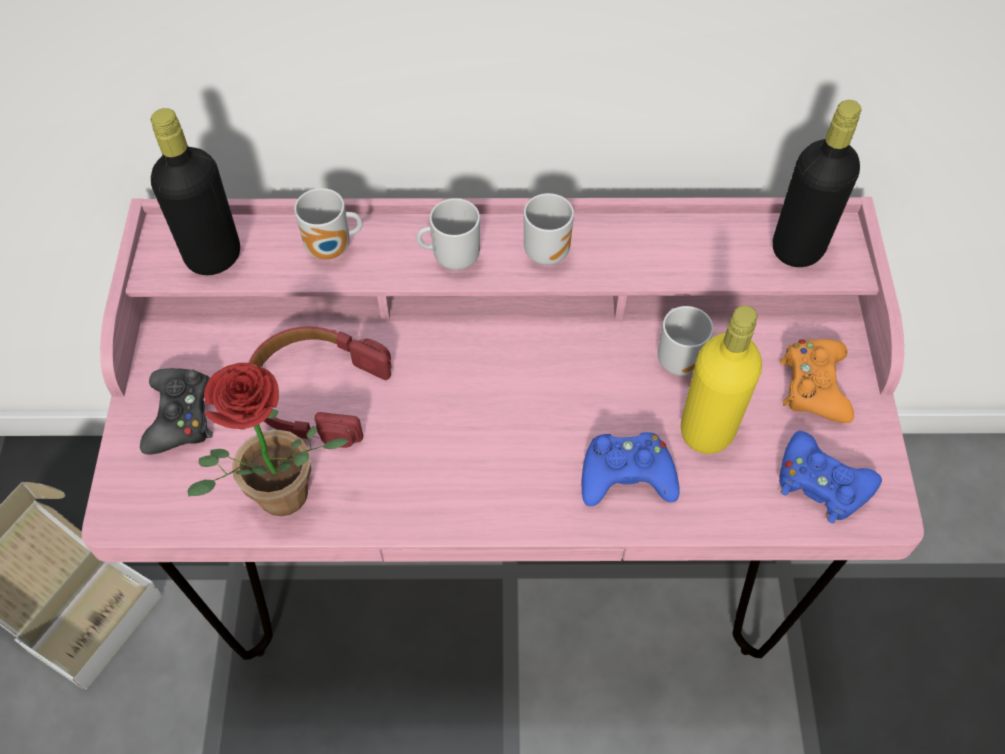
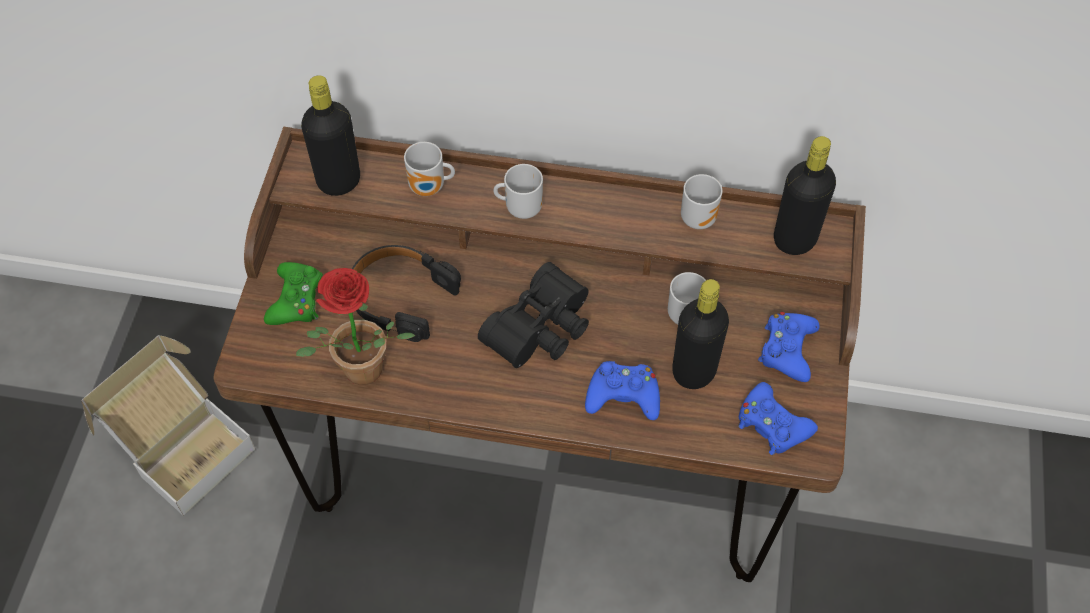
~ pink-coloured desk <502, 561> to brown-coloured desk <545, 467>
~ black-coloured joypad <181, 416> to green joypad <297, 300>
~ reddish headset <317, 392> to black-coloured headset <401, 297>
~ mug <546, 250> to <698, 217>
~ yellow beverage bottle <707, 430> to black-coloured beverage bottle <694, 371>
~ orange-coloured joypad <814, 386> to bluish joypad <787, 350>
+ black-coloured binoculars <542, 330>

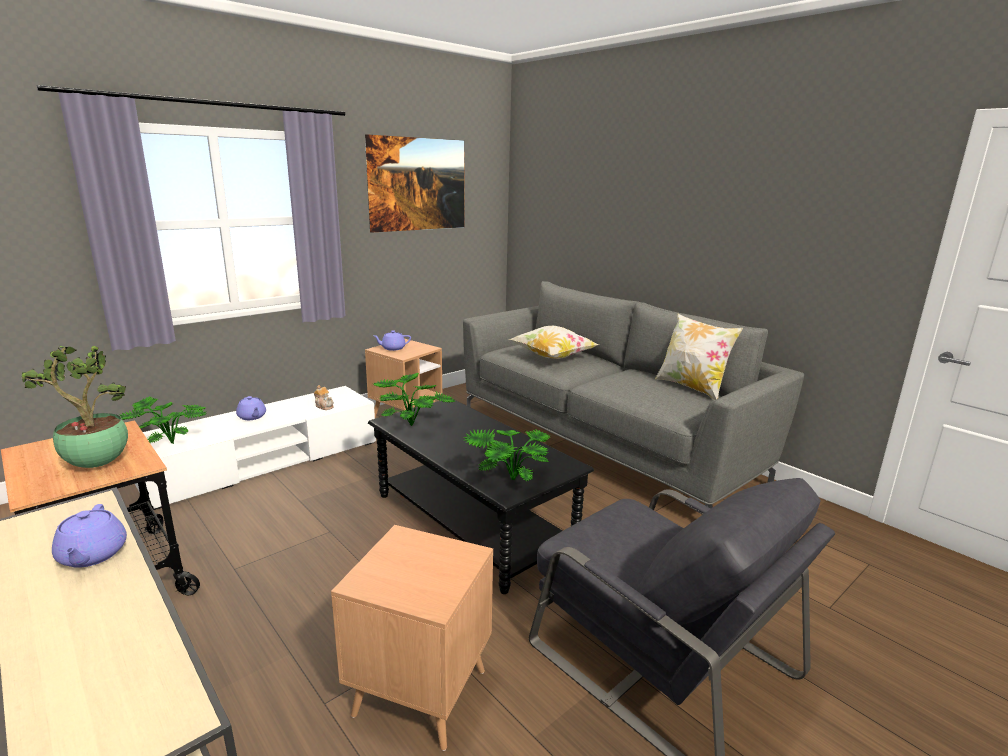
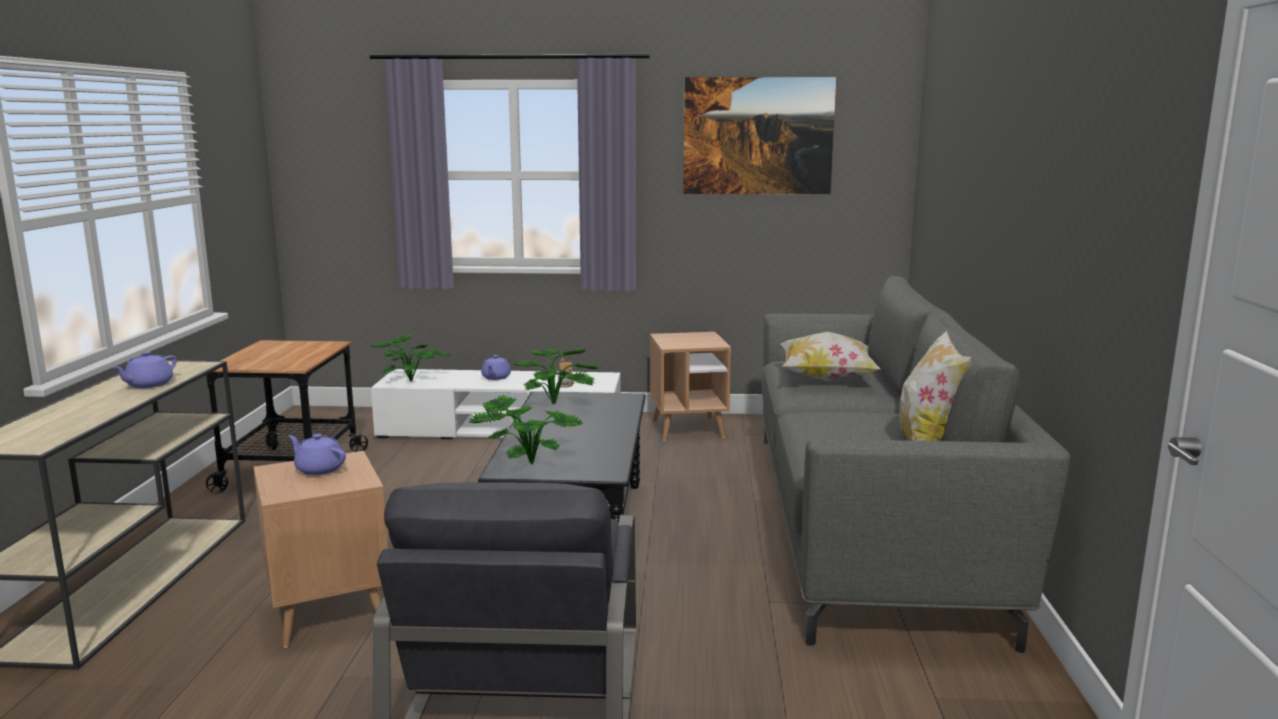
- houseplant <95, 464>
~ purple-coloured pot for tea <392, 348> to <319, 469>

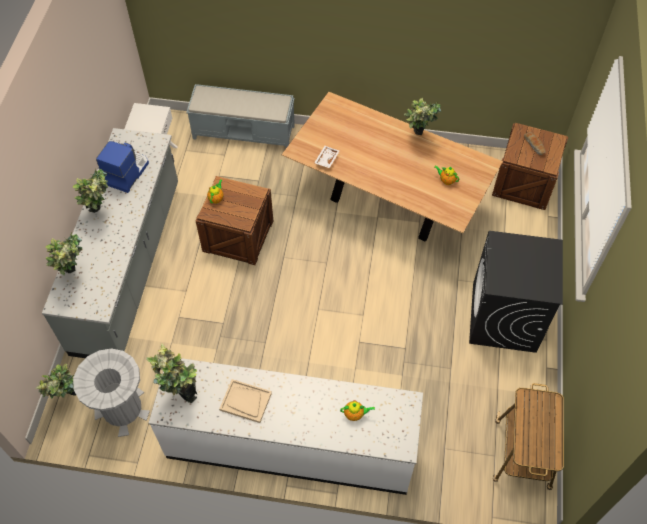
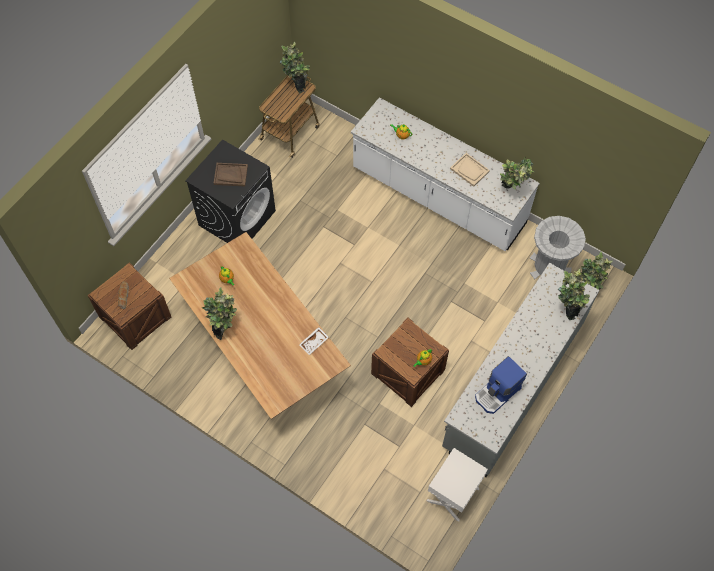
~ houseplant <102, 215> to <296, 85>
- greyish bench <244, 132>
+ brown-coloured tray <230, 175>

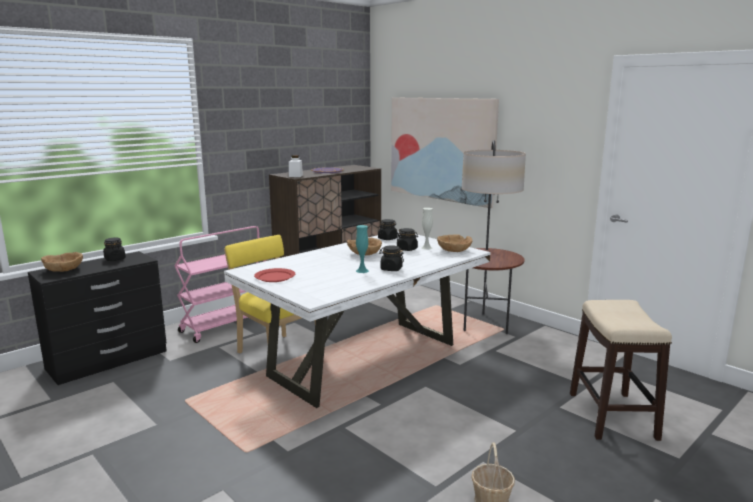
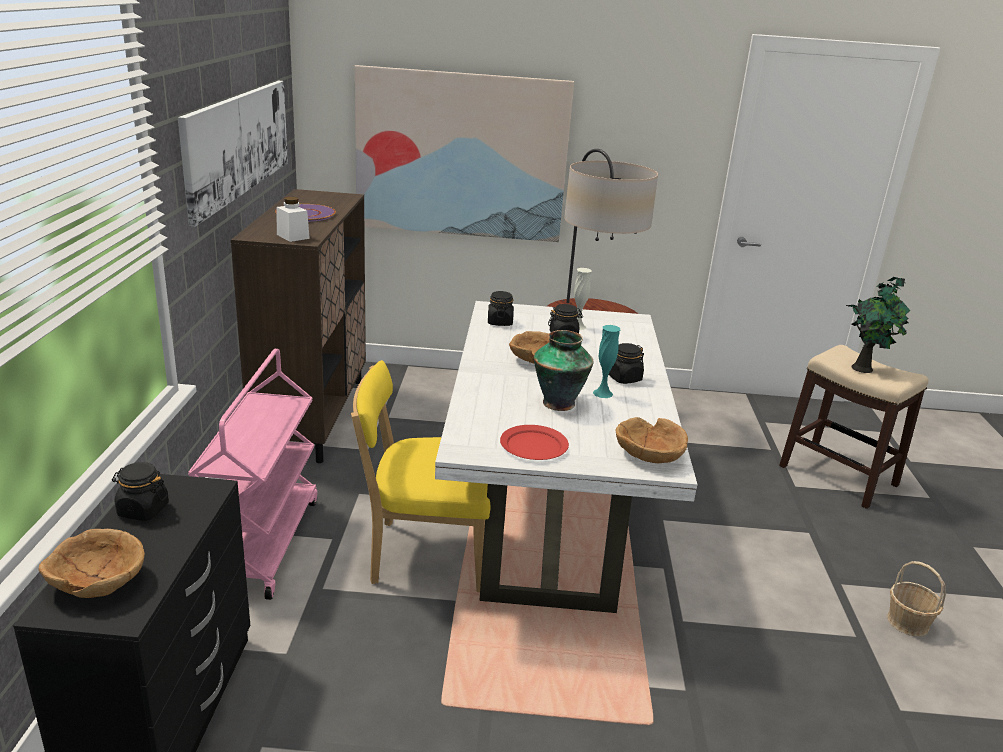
~ brown-coloured deep dish <453, 250> to <650, 455>
+ wall picture <238, 144>
+ decorative vase <559, 402>
+ houseplant <864, 368>

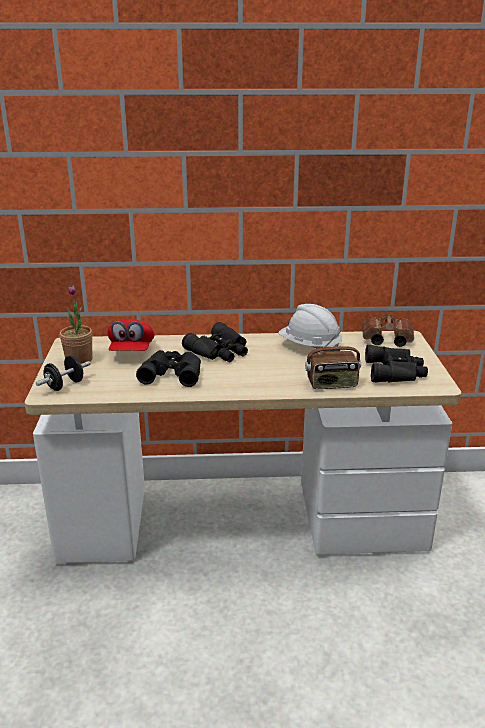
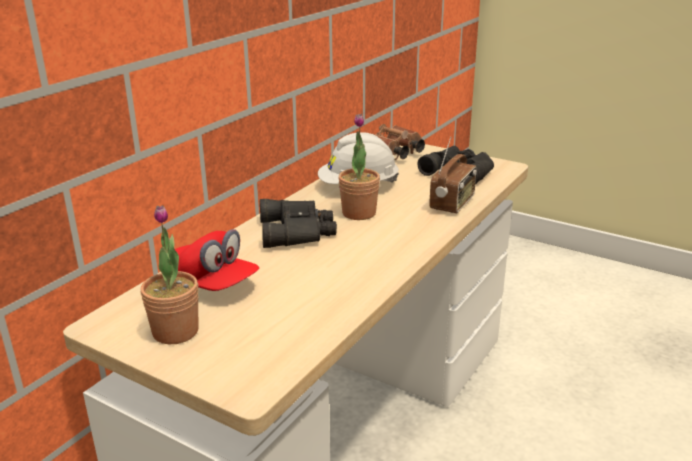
- black-coloured dumbbell <65, 385>
- black-coloured binoculars <172, 373>
+ houseplant <359, 213>

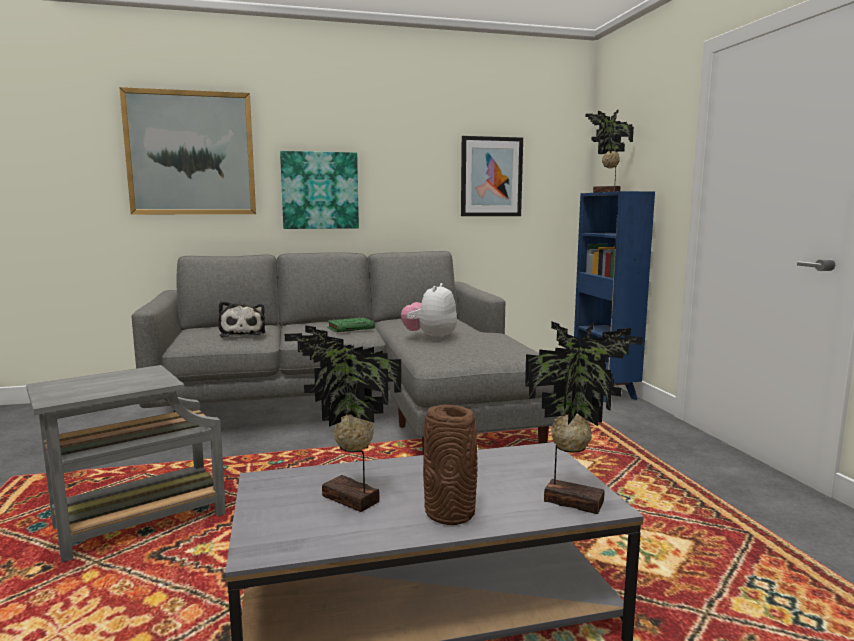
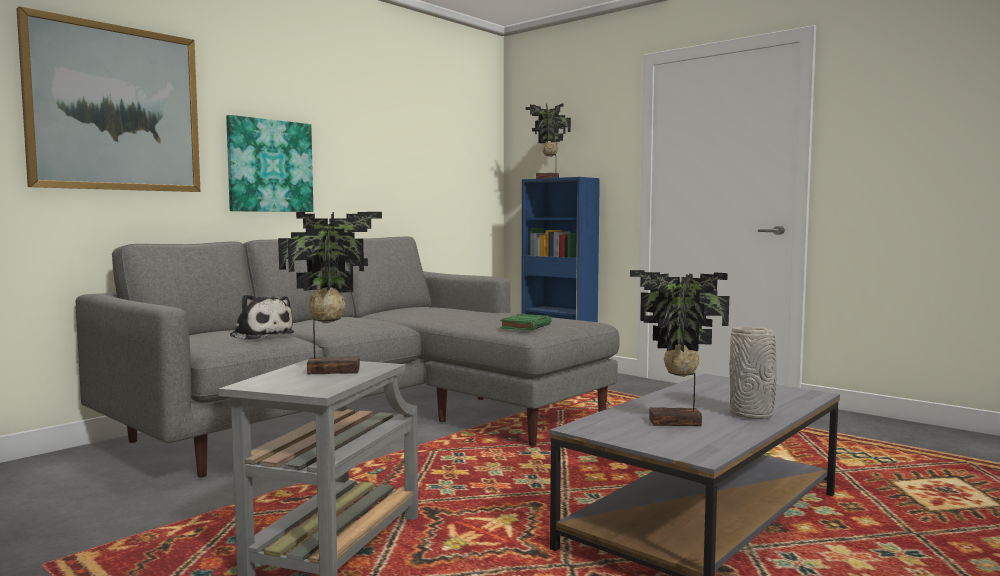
~ green book <351, 328> to <526, 326>
- cuddly toy <430, 338>
~ brown-coloured decorative vase <450, 514> to greyish decorative vase <752, 415>
- wall picture <491, 177>
~ houseplant <573, 500> to <333, 370>

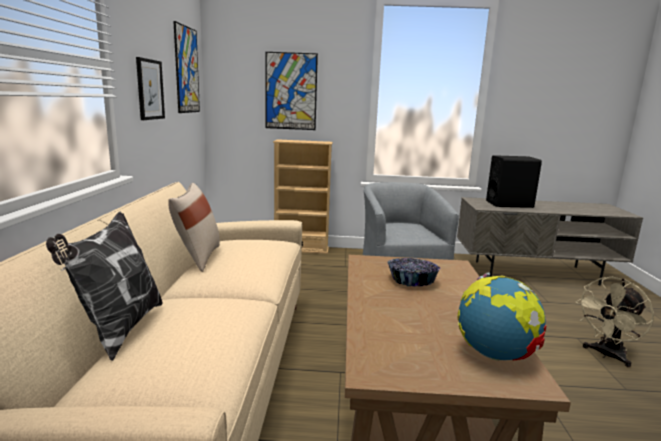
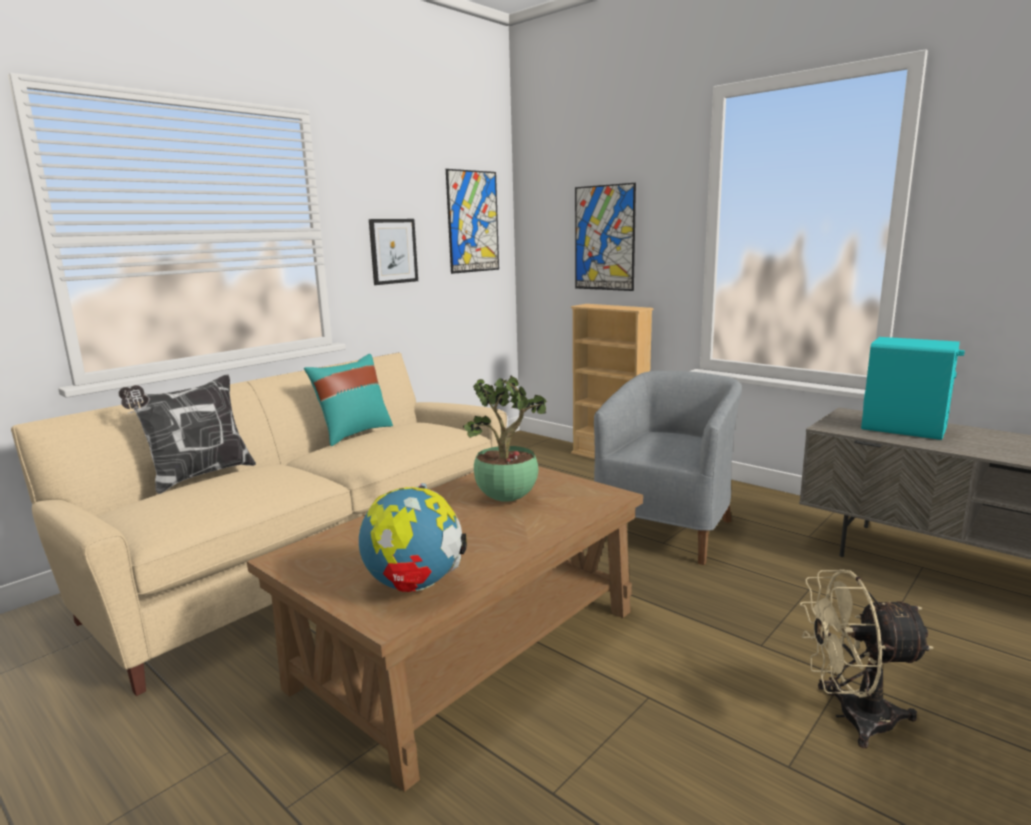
~ beige-coloured cushion <197, 257> to turquoise-coloured cushion <353, 433>
~ deep dish <411, 281> to houseplant <508, 499>
~ black-coloured audio speaker <509, 204> to turquoise-coloured audio speaker <904, 428>

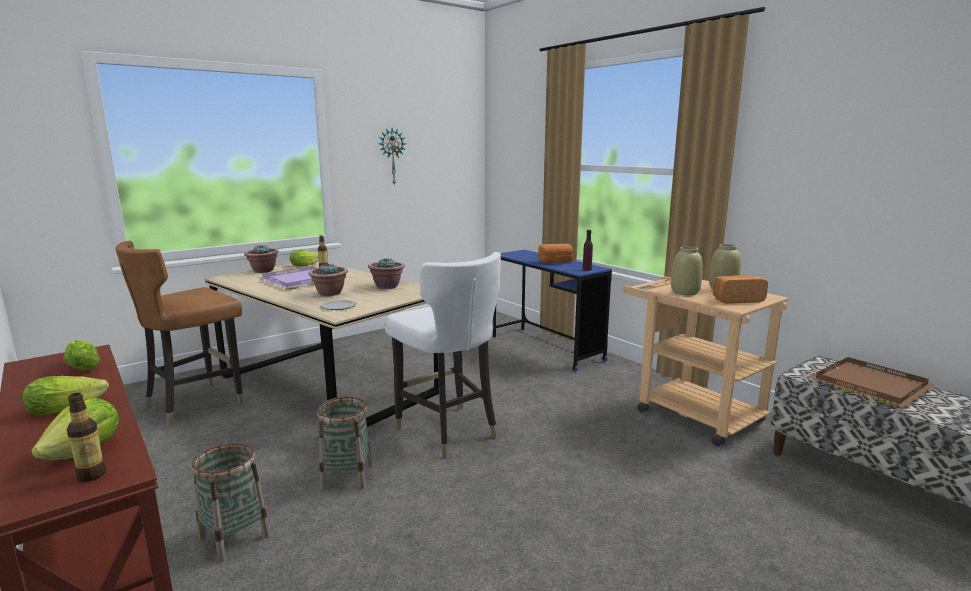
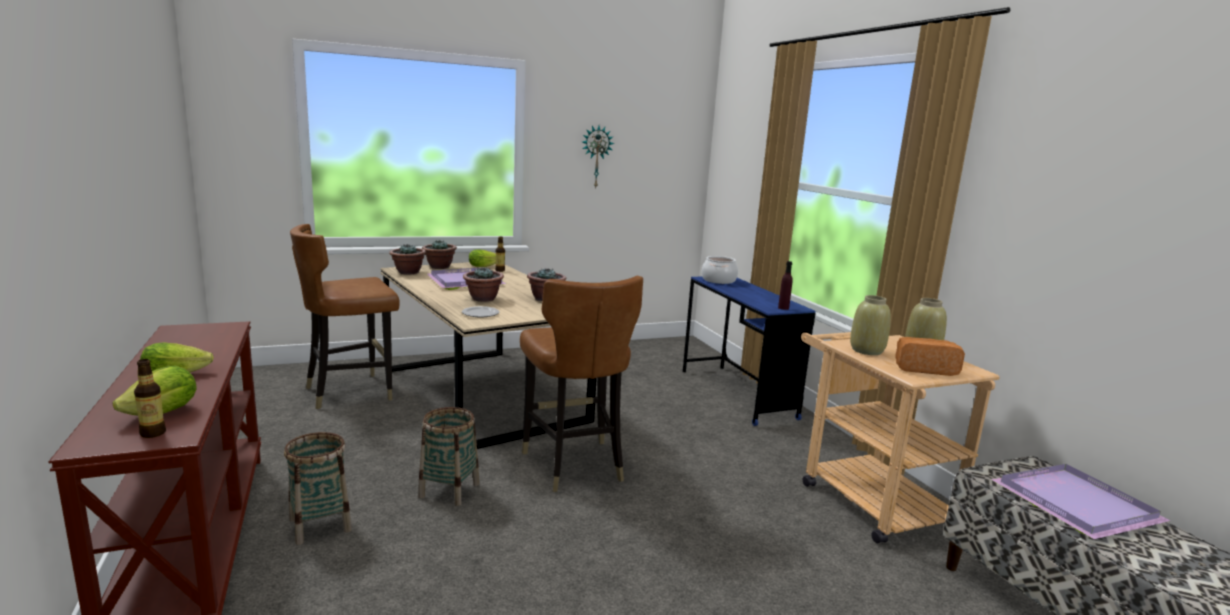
- head of lettuce <83, 366>
~ white upright chair <447, 431> to brown-coloured upright chair <573, 464>
- bakery bread <556, 262>
~ brown-coloured tray <869, 383> to purple-coloured tray <1074, 502>
+ houseplant <408, 272>
+ cooking pot <719, 280>

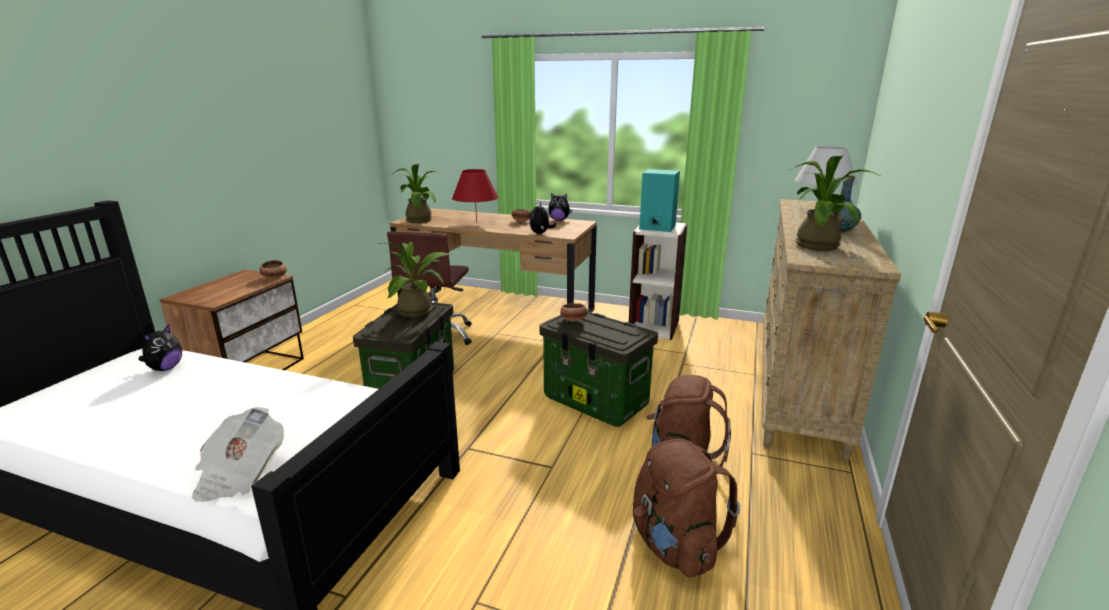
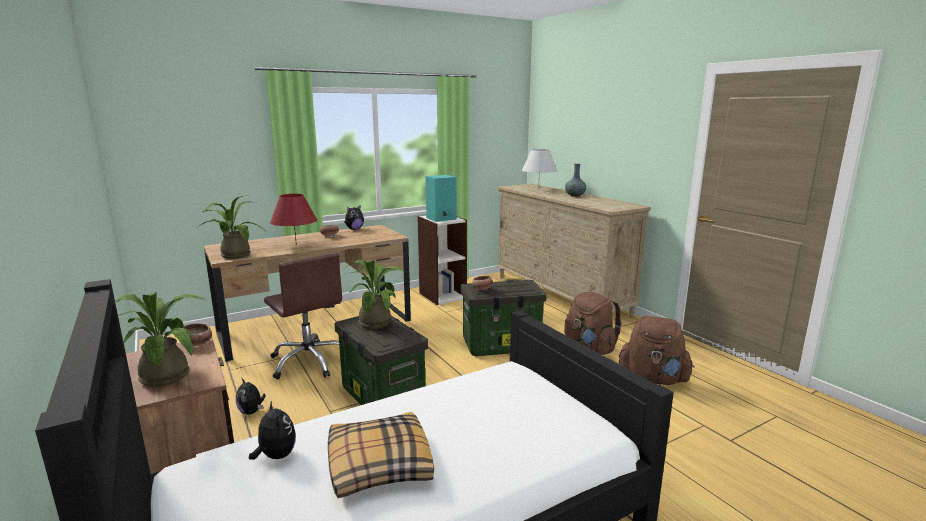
- newspaper <240, 474>
~ cuddly toy <541, 233> to <252, 412>
~ houseplant <818, 245> to <166, 374>
+ cushion <378, 464>

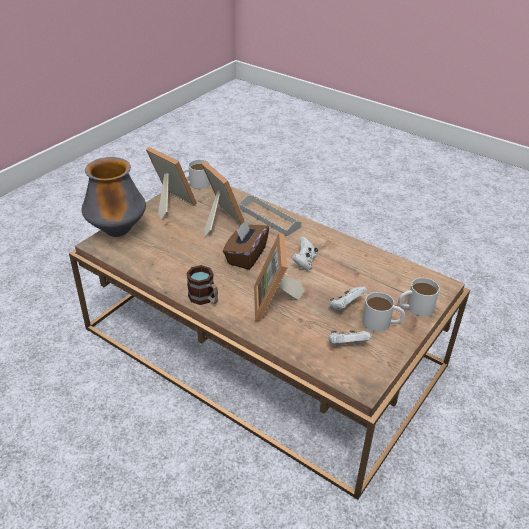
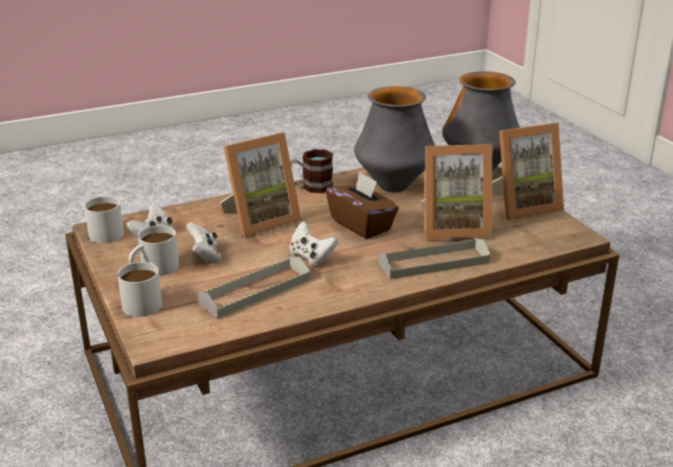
~ white mug <195, 184> to <109, 231>
~ picture frame <275, 303> = <260, 219> 120 degrees clockwise
+ greyish tray <255, 291>
+ decorative vase <393, 186>

